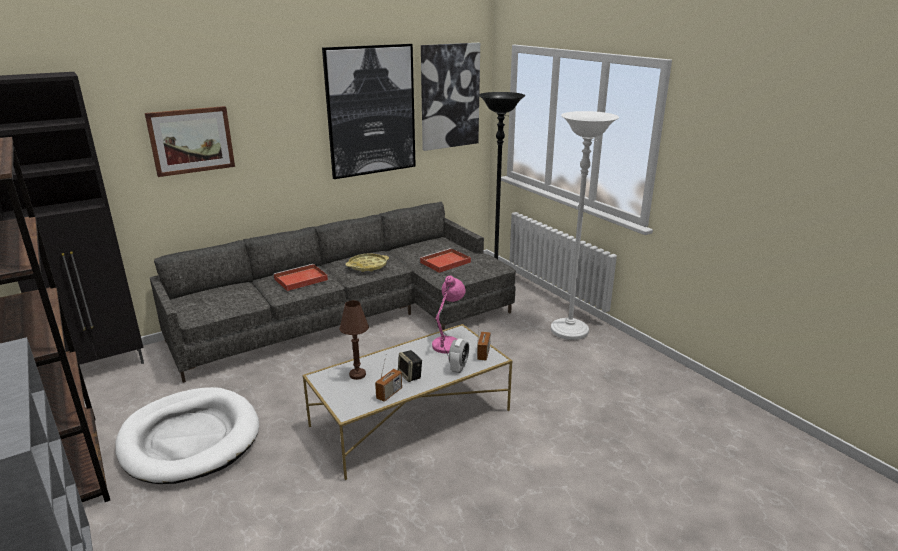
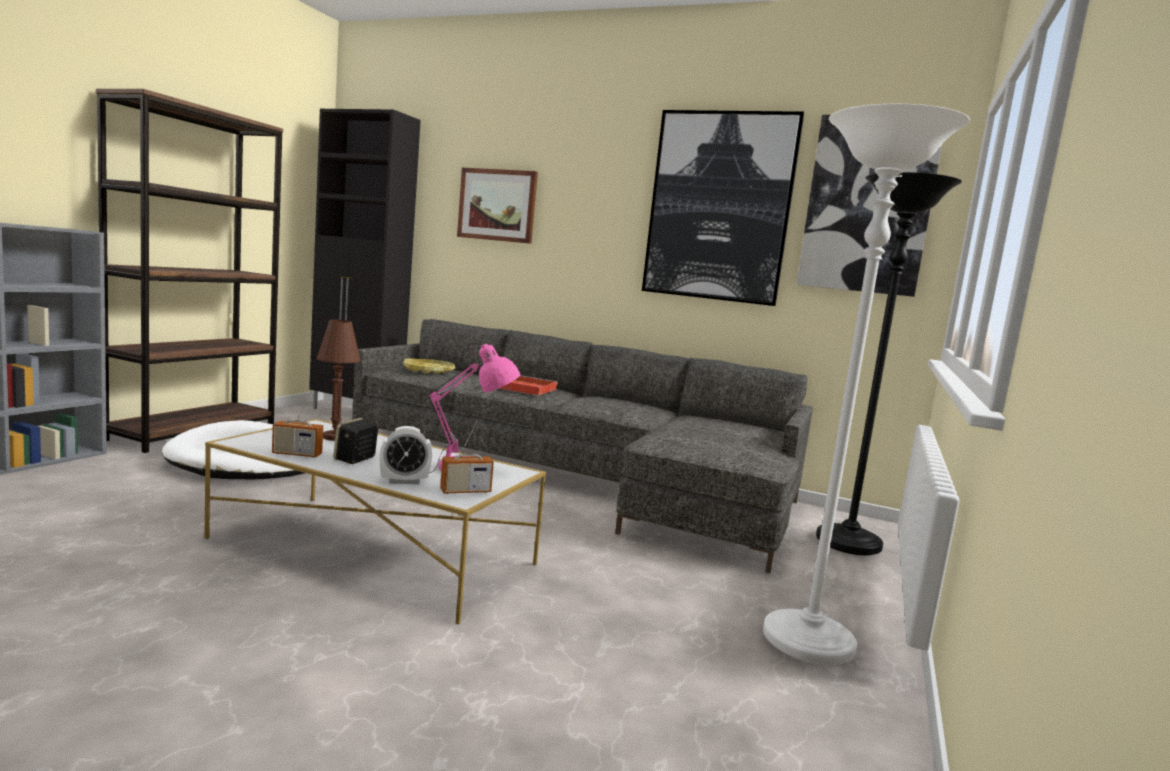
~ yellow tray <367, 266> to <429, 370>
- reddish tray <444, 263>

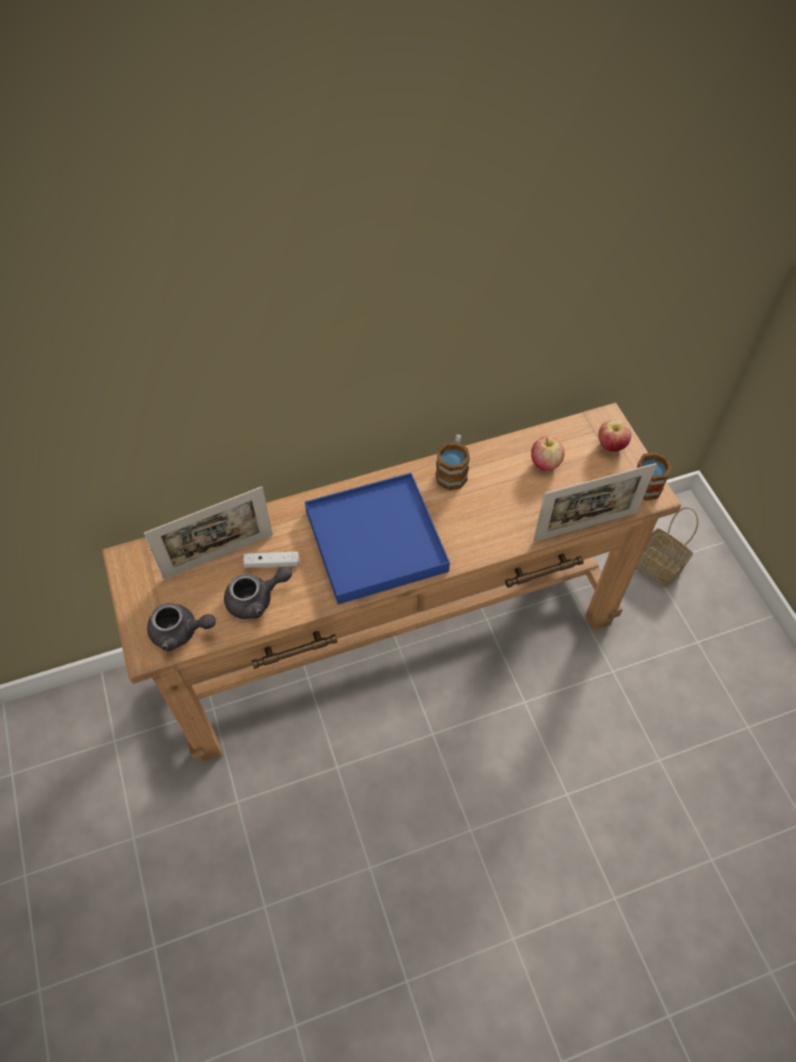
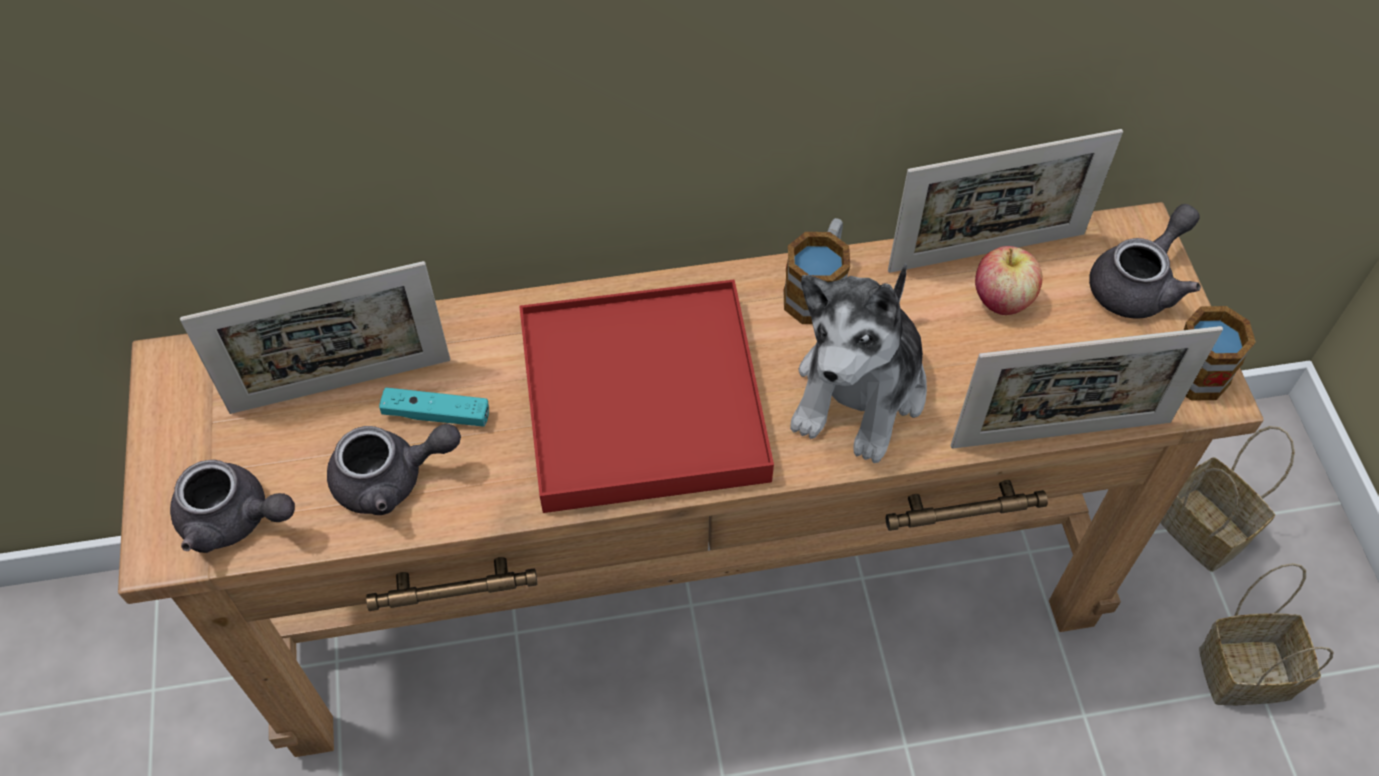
~ white joypad <272, 563> to turquoise-coloured joypad <436, 414>
~ bluish tray <376, 541> to reddish tray <643, 401>
~ apple <611, 445> to greyish pot for tea <1139, 283>
+ cuddly toy <860, 391>
+ picture frame <986, 252>
+ household basket <1247, 671>

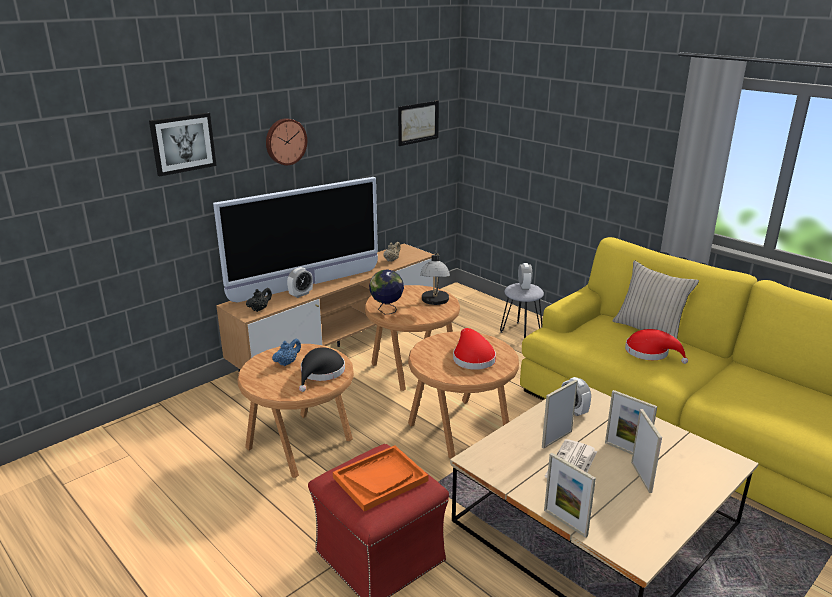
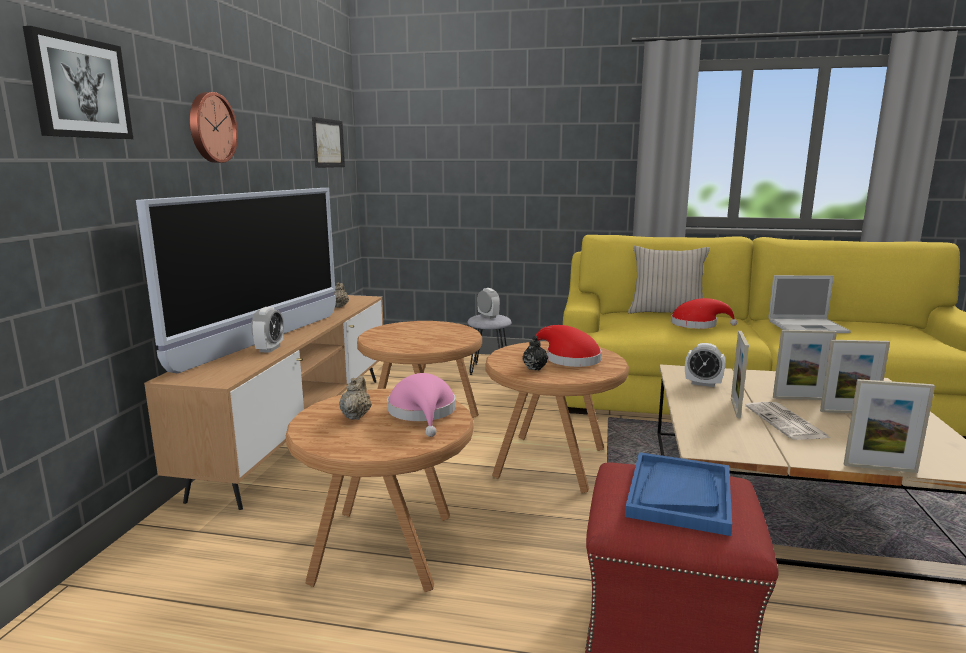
~ black-coloured pot for tea <259, 309> to <534, 368>
~ bluish pot for tea <287, 363> to beige-coloured pot for tea <356, 416>
~ black-coloured wearable hat <321, 373> to pink-coloured wearable hat <423, 413>
~ orange-coloured tray <380, 479> to bluish tray <679, 494>
- globe <387, 311>
- tabletop lamp <435, 302>
~ picture frame <641, 477> = <848, 412> 135 degrees clockwise
+ notebook computer <808, 326>

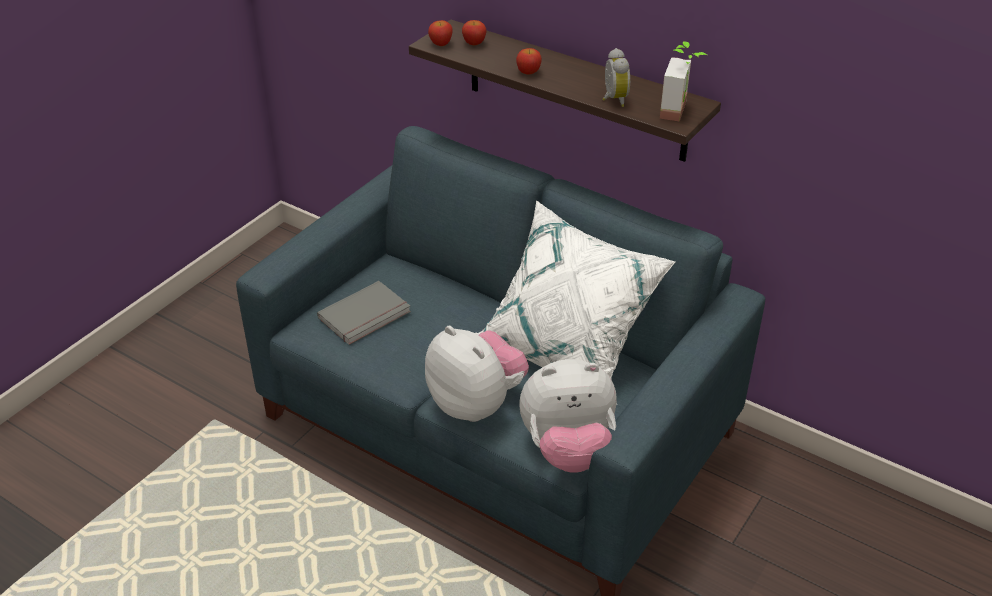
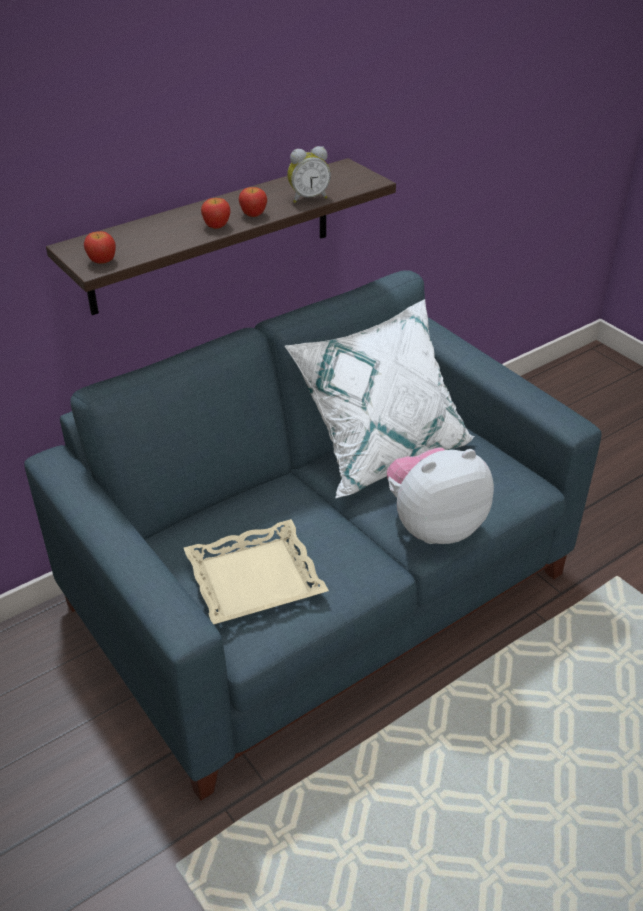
~ greyish book <366, 316> to beige-coloured tray <254, 578>
~ apple <474, 43> to <253, 214>
- cuddly toy <568, 449>
~ table clock <613, 99> = <308, 198> 150 degrees clockwise
- houseplant <681, 111>

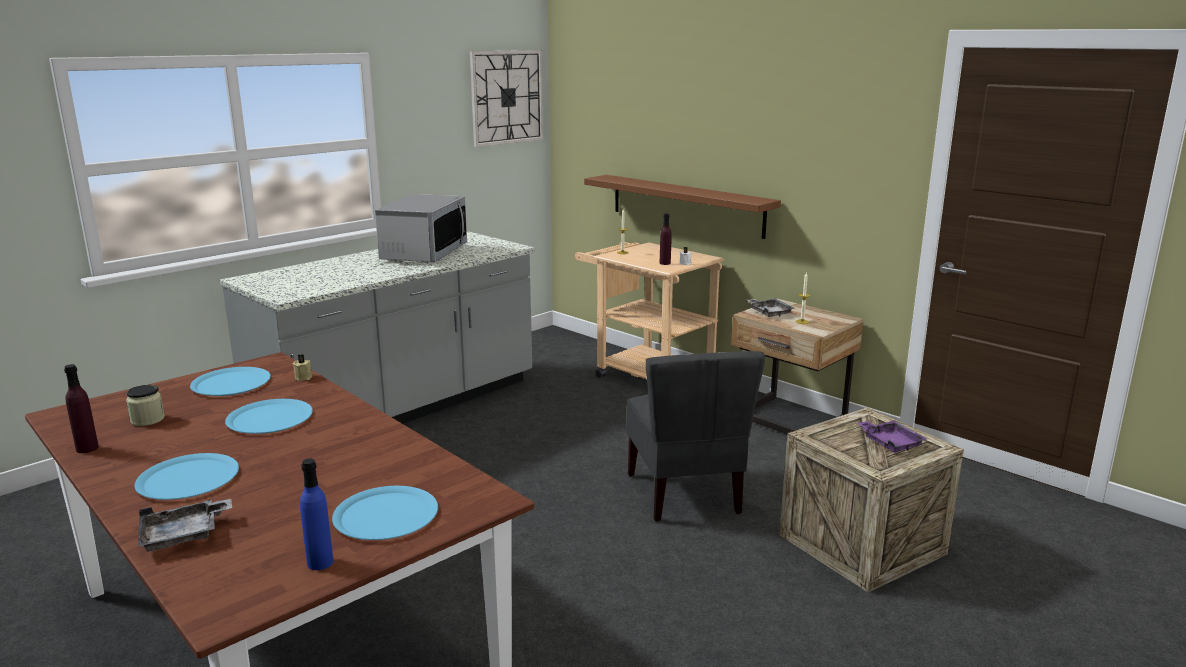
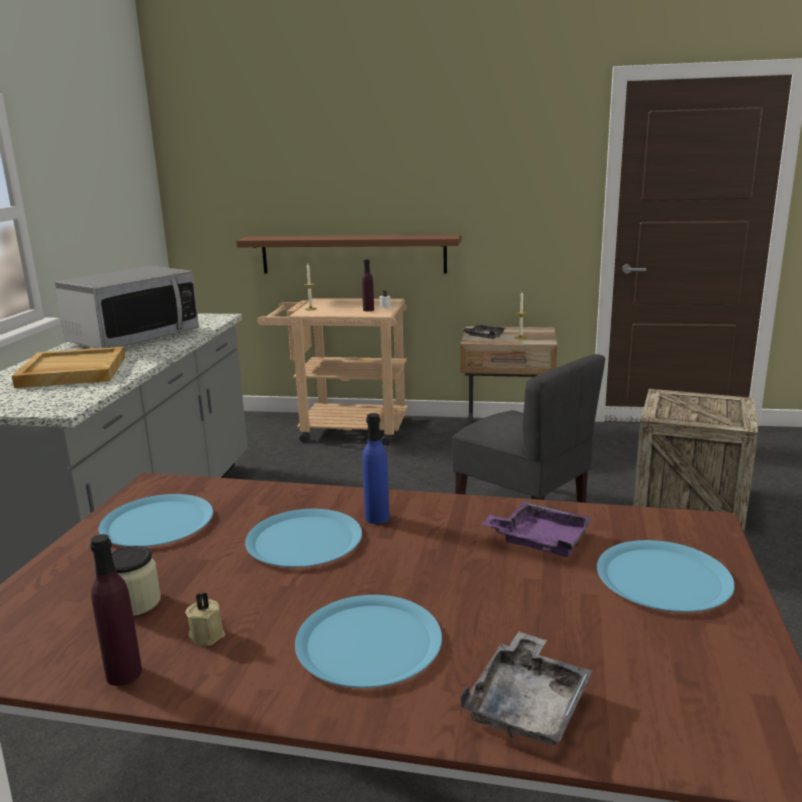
~ beige-coloured wax candle <304, 377> to <207, 634>
~ bluish beverage bottle <320, 563> to <377, 518>
~ microwave oven <424, 253> = <134, 338> 60 degrees clockwise
- wall clock <507, 97>
~ purple-coloured tray <890, 443> to <540, 540>
+ beige-coloured tray <72, 372>

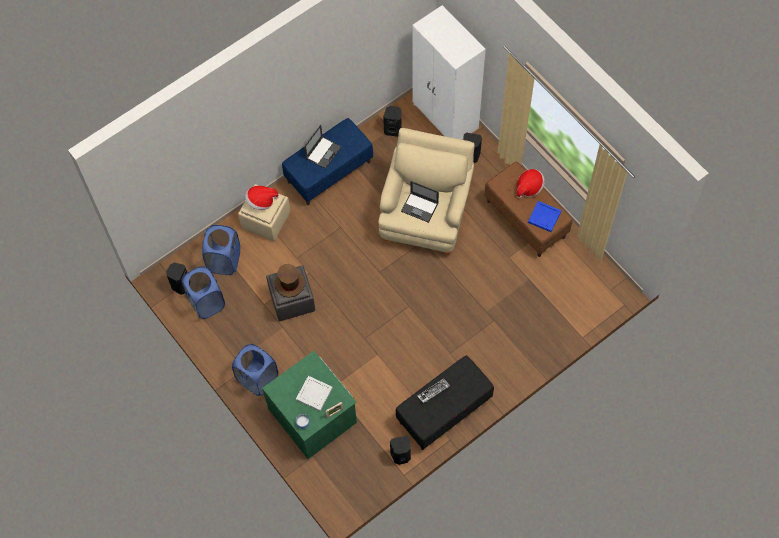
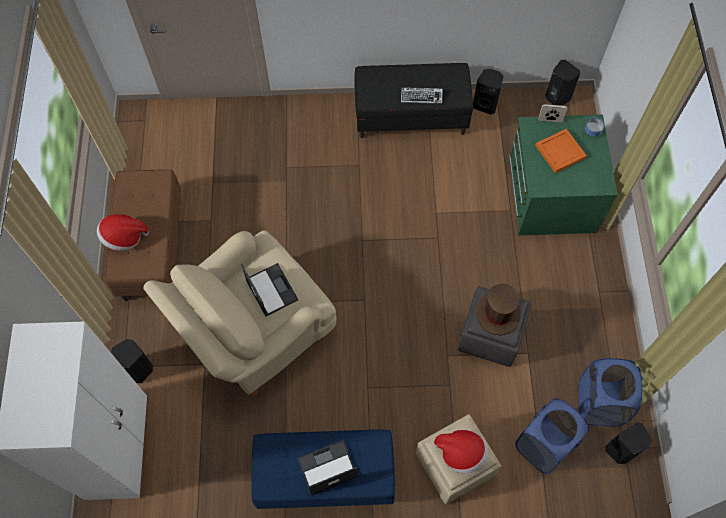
- bluish washing basket <257, 379>
~ white tray <315, 393> to orange-coloured tray <559, 151>
~ black-coloured audio speaker <393, 130> to <556, 97>
- bluish tray <545, 217>

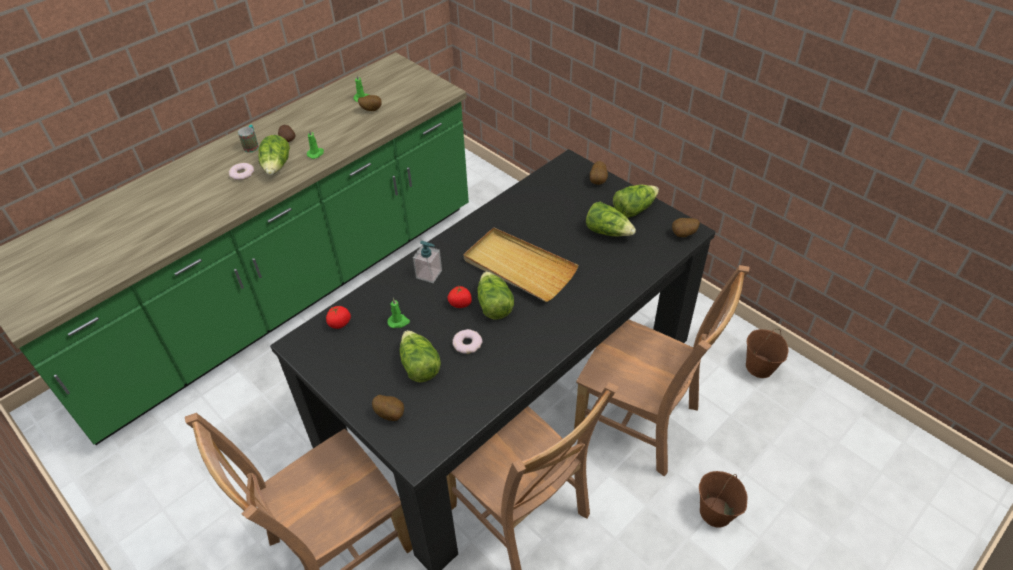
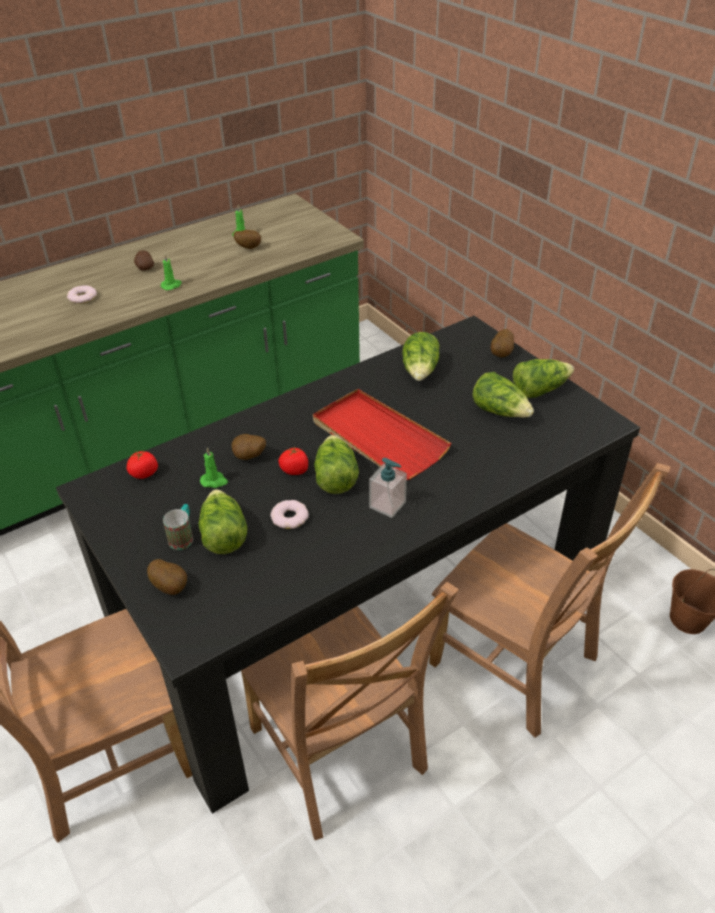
~ mug <252, 145> to <183, 536>
~ head of lettuce <277, 166> to <420, 371>
~ liquid soap bottle <429, 274> to <387, 505>
~ beige-coloured tray <518, 267> to reddish tray <378, 438>
~ potato <683, 235> to <249, 457>
- brown-coloured pail <716, 512>

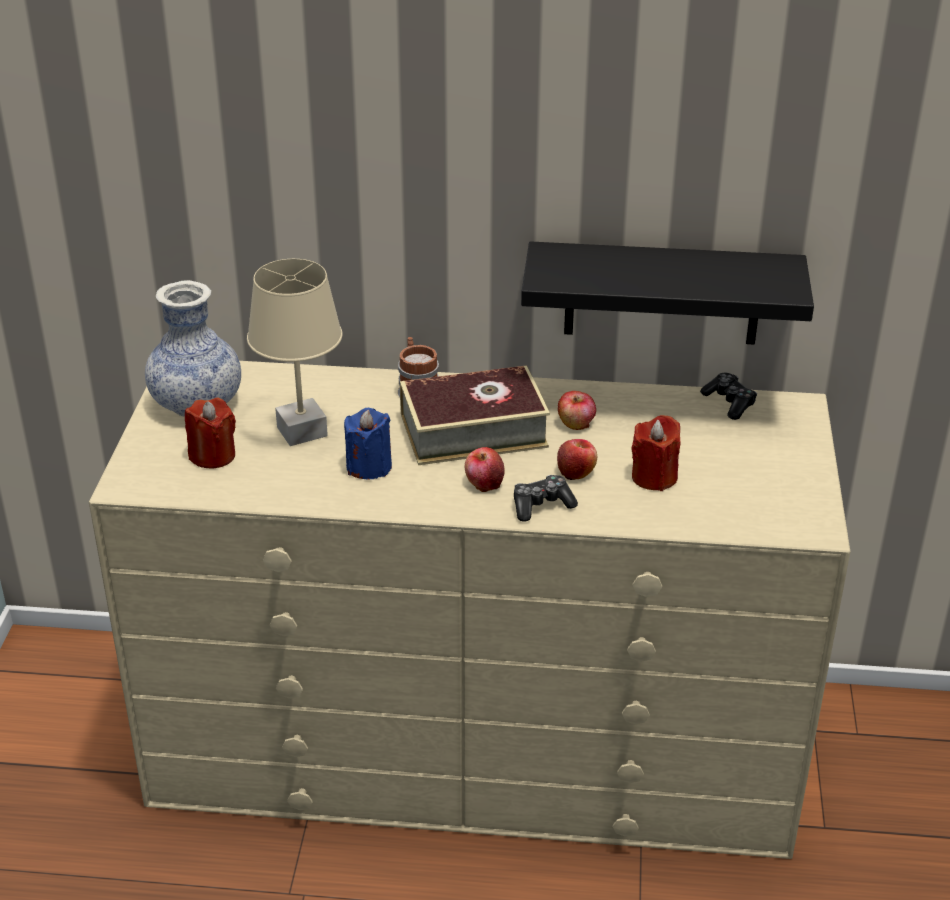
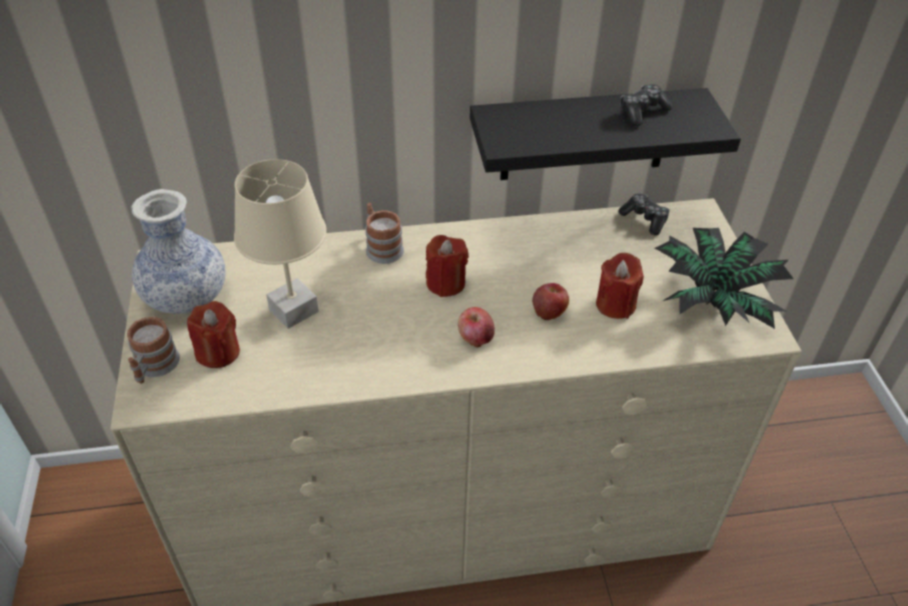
- bluish wax candle <369, 467>
~ book <473, 430> to reddish wax candle <445, 283>
~ joypad <541, 505> to <642, 112>
- apple <576, 424>
+ mug <154, 367>
+ houseplant <713, 299>

